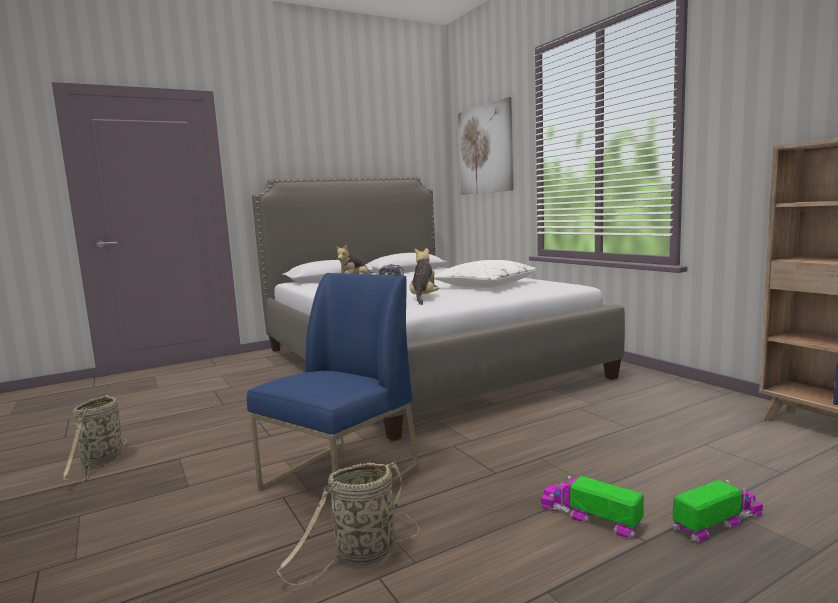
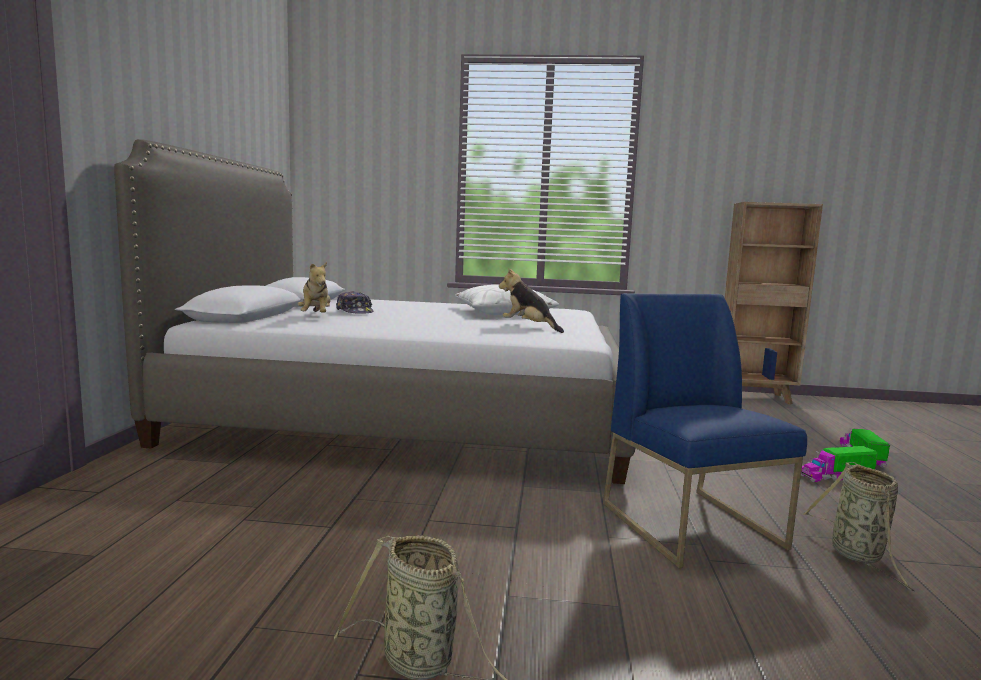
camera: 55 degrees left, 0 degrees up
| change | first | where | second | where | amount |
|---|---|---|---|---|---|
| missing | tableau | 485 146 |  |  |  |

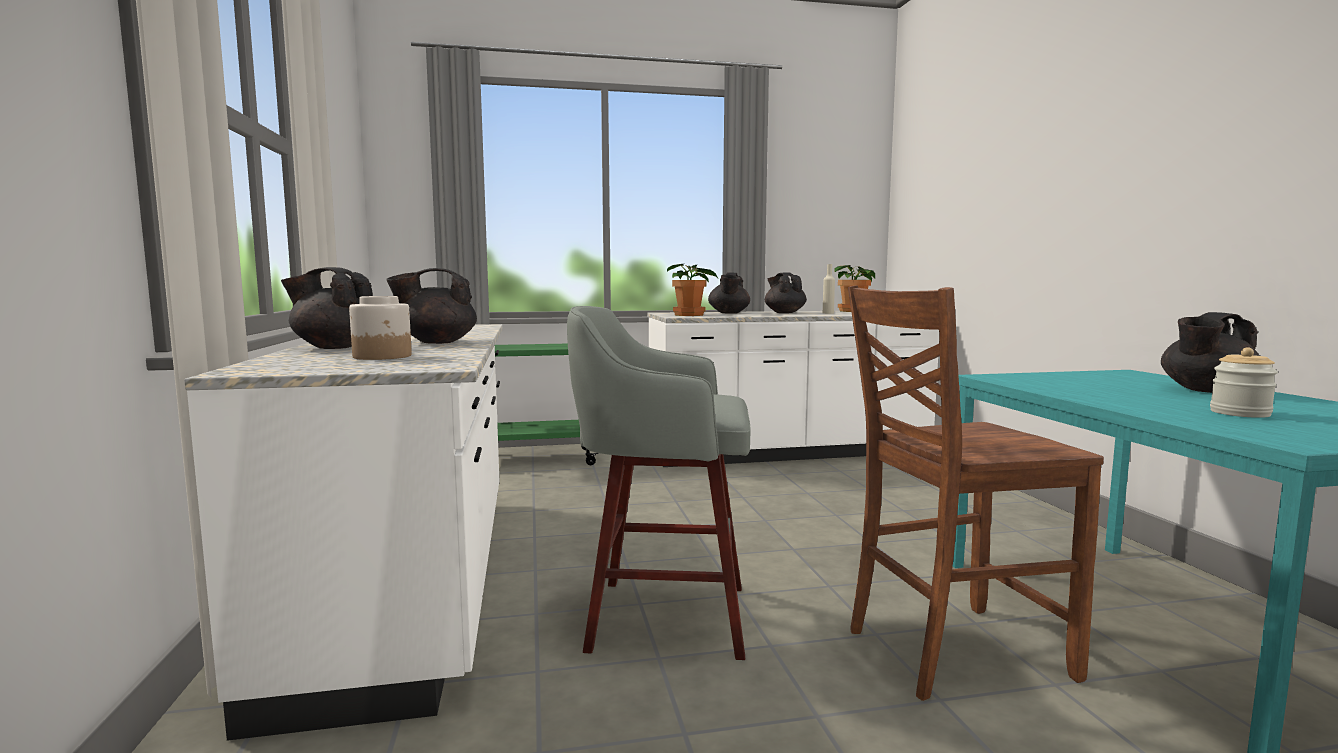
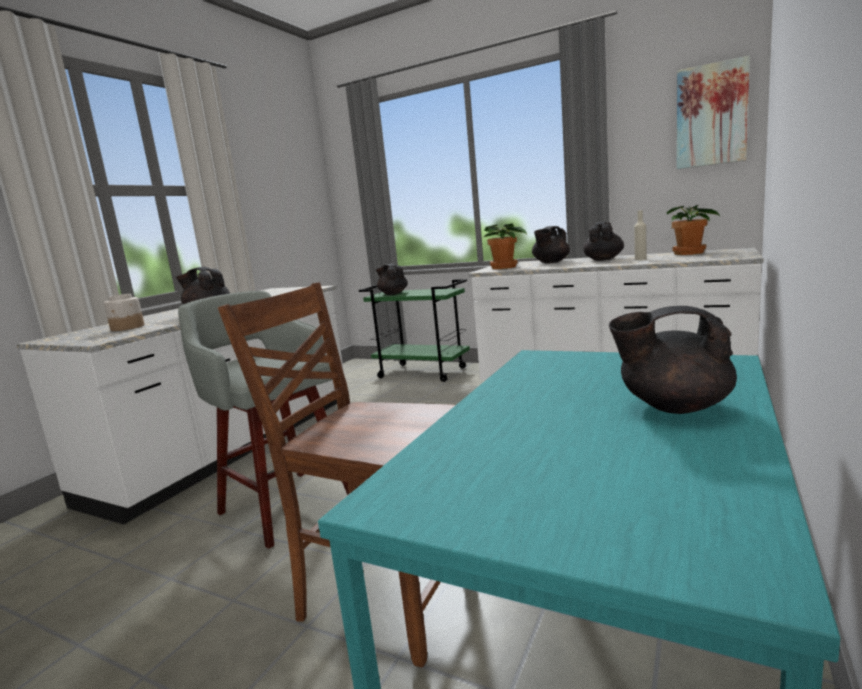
camera: 40 degrees right, 5 degrees up
| change | first | where | second | where | amount |
|---|---|---|---|---|---|
| missing | bocal | 1244 382 |  |  |  |
| appeared |  |  | tableau | 713 112 |  |
| relocated | théière/noir | 327 308 |  | 392 279 |  |

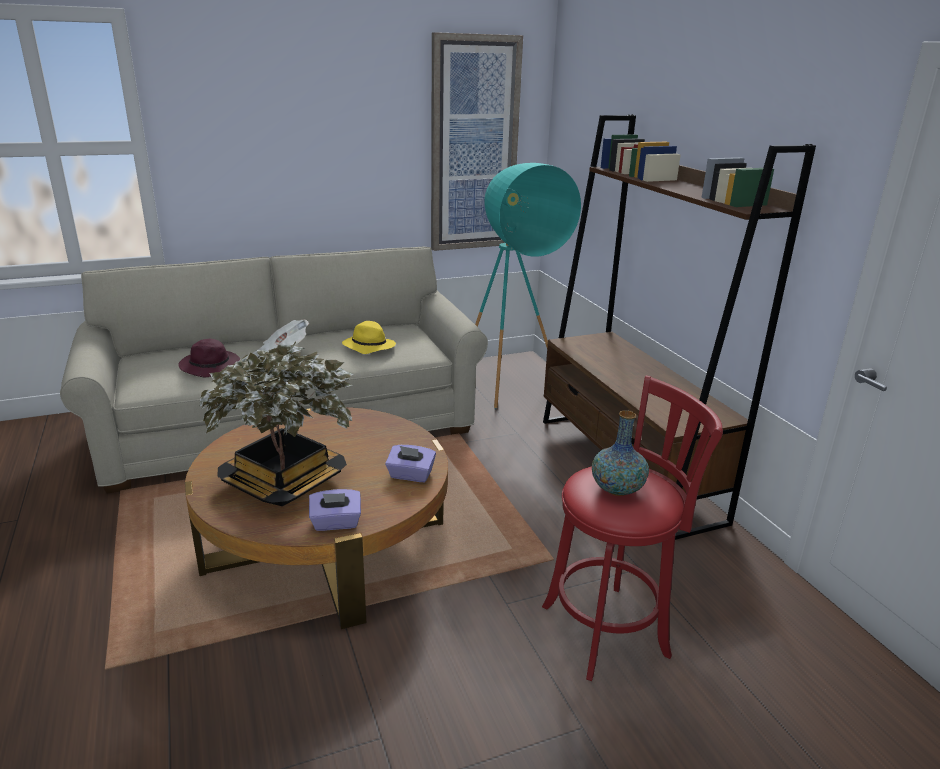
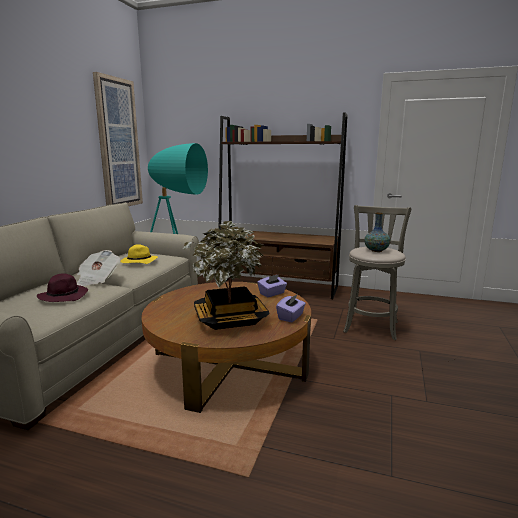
camera: 50 degrees left, 10 degrees down
| change | first | where | second | where | amount |
|---|---|---|---|---|---|
| colour | tabouret/rouge | 632 528 | tabouret/gris | 377 272 |  |

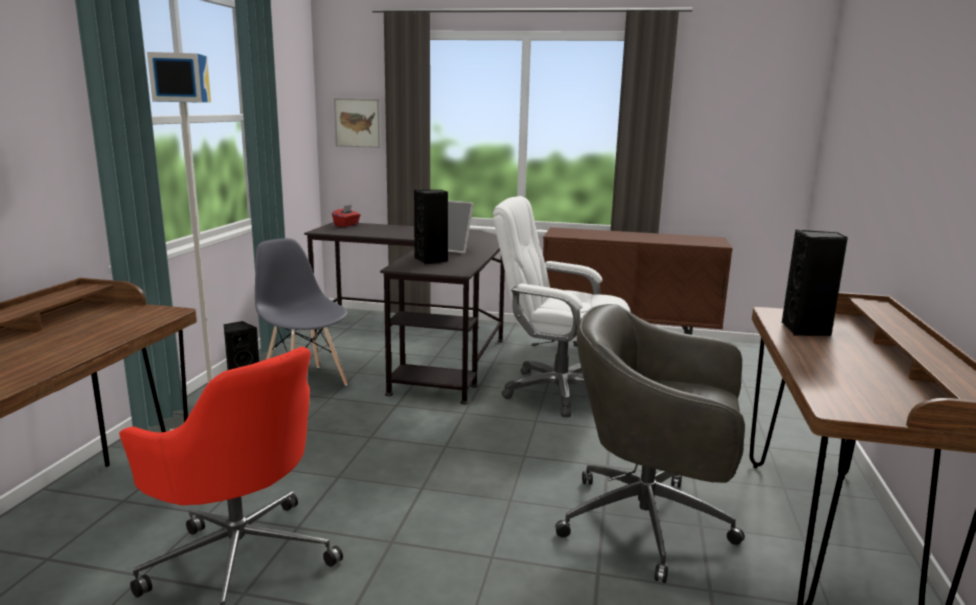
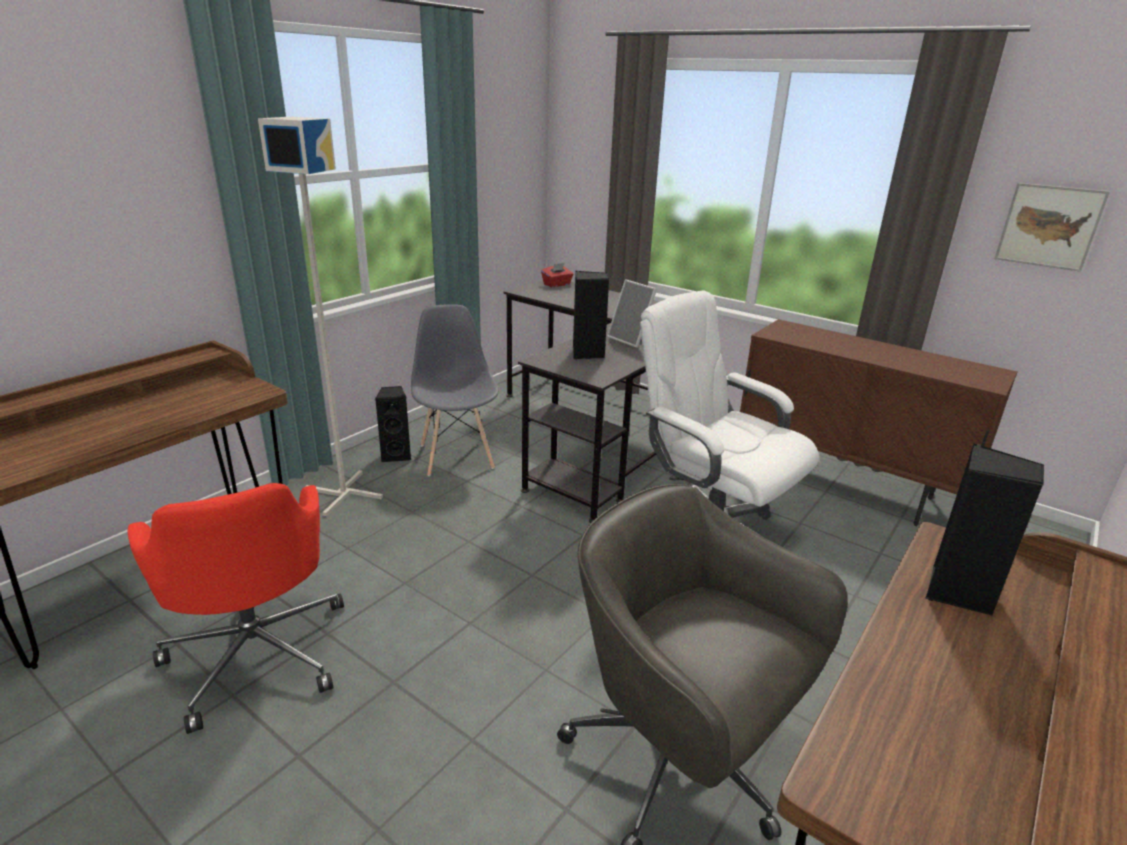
camera: 25 degrees right, 10 degrees up
| change | first | where | second | where | amount |
|---|---|---|---|---|---|
| relocated | tableau | 357 123 |  | 1052 227 |  |

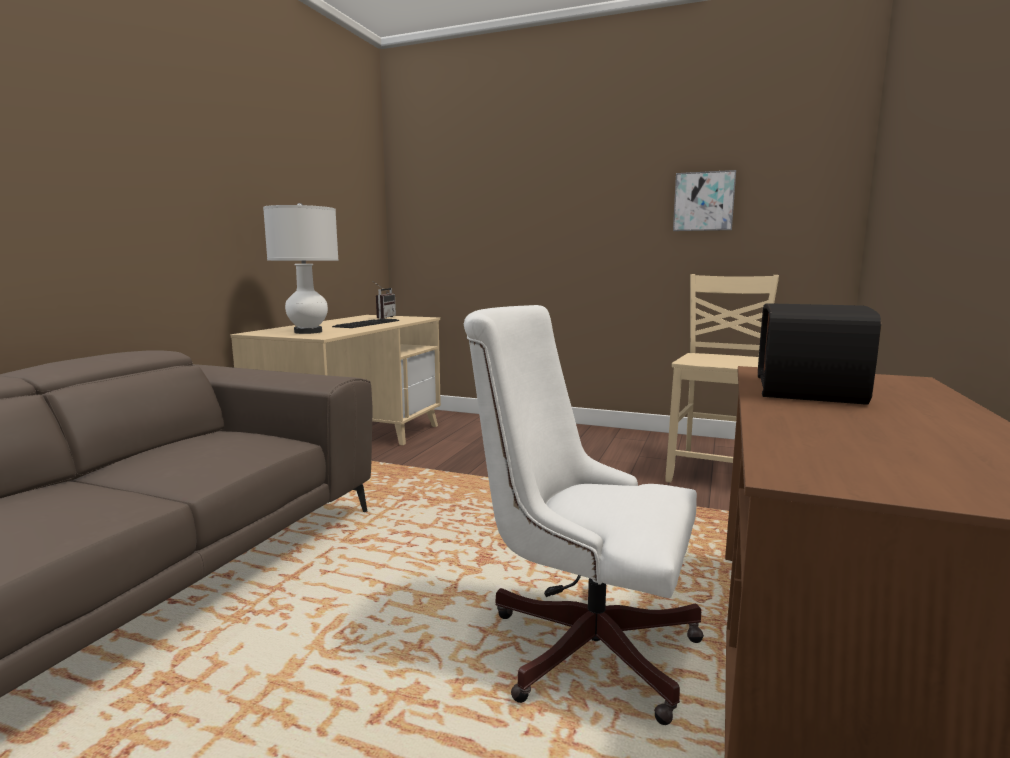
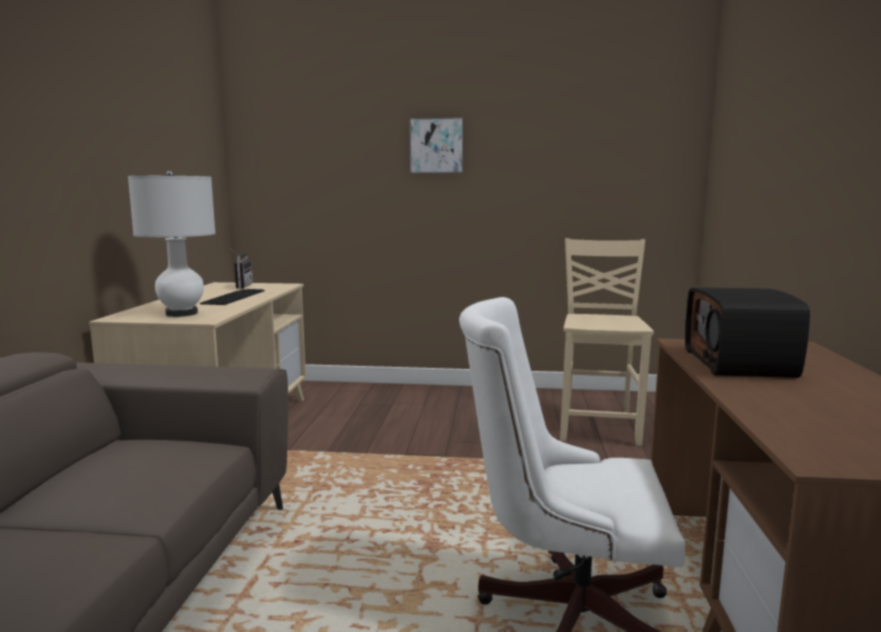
camera: 15 degrees left, 0 degrees up
| change | first | where | second | where | amount |
|---|---|---|---|---|---|
| relocated | tableau | 704 200 |  | 436 145 |  |

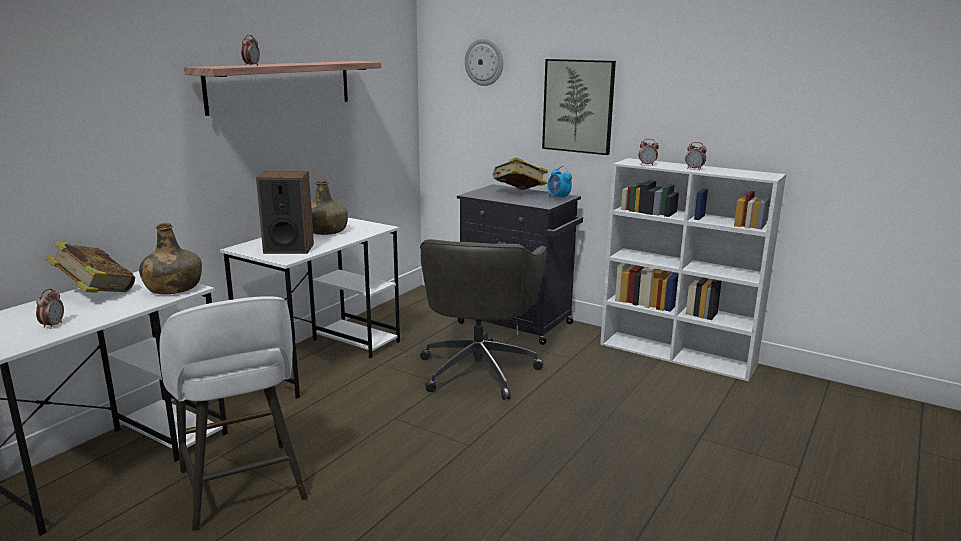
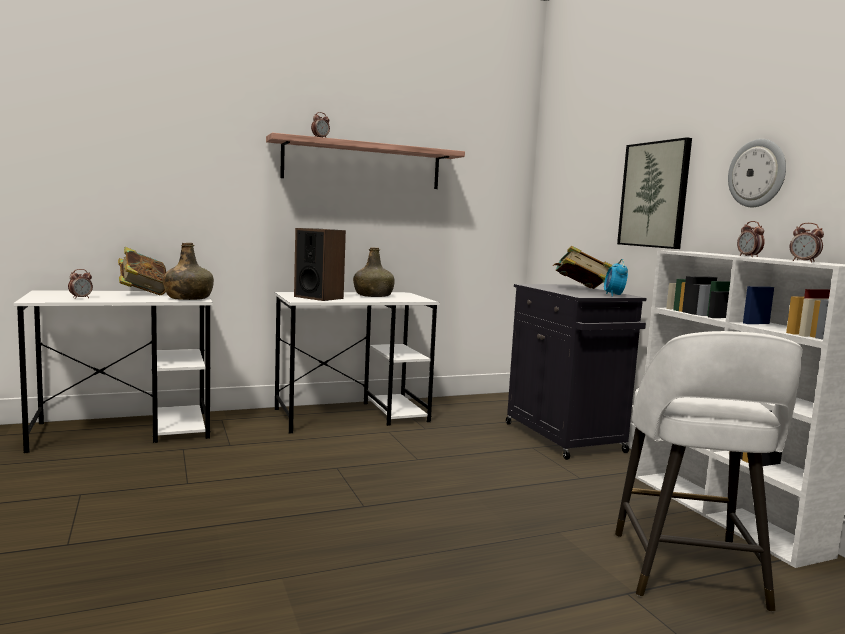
camera: 35 degrees right, 10 degrees down
| change | first | where | second | where | amount |
|---|---|---|---|---|---|
| missing | chaise de bureau/gris | 483 319 |  |  |  |
| relocated | tabouret/blanc | 233 414 |  | 709 471 |  |
| relocated | horloge murale | 484 62 |  | 757 173 |  |
| relocated | réveil | 649 152 |  | 806 243 |  |

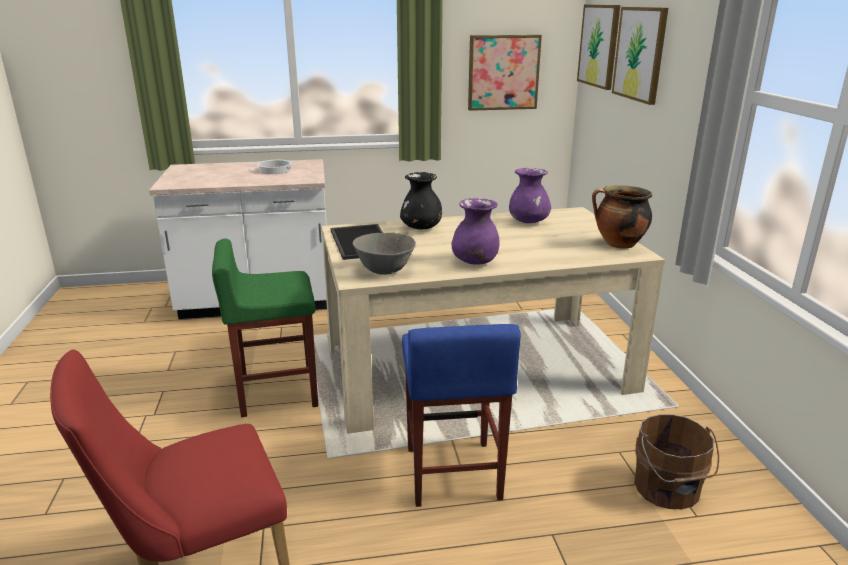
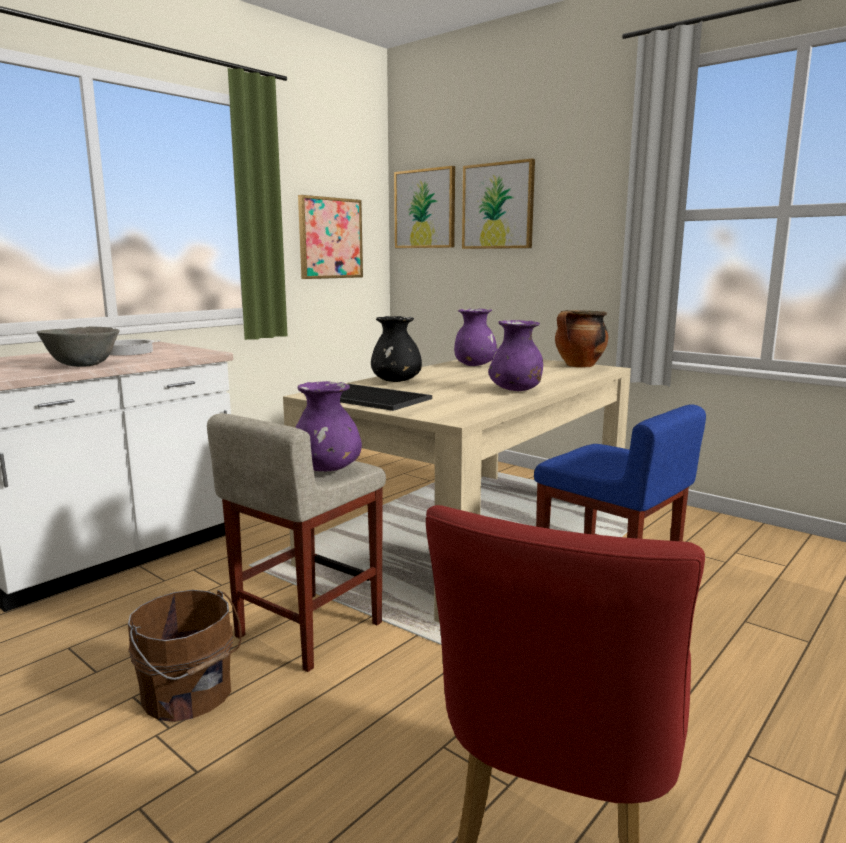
camera: 40 degrees left, 10 degrees down
| change | first | where | second | where | amount |
|---|---|---|---|---|---|
| appeared |  |  | vase/violet | 328 426 |  |
| relocated | bol/gris | 384 254 |  | 78 346 |  |
| relocated | seau/marron | 676 462 |  | 185 656 |  |
| colour | tabouret/vert | 265 328 | tabouret/beige | 296 542 |  |

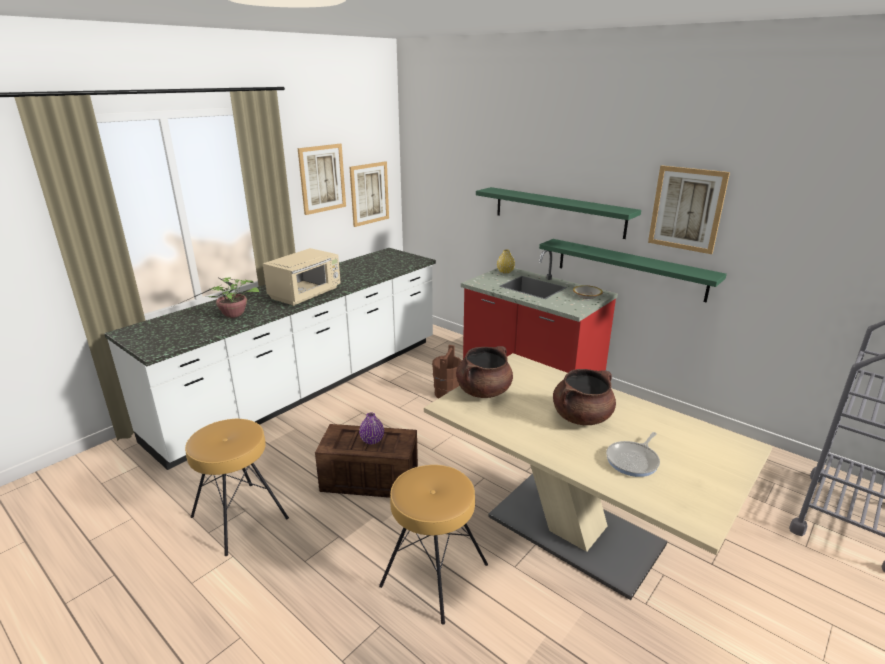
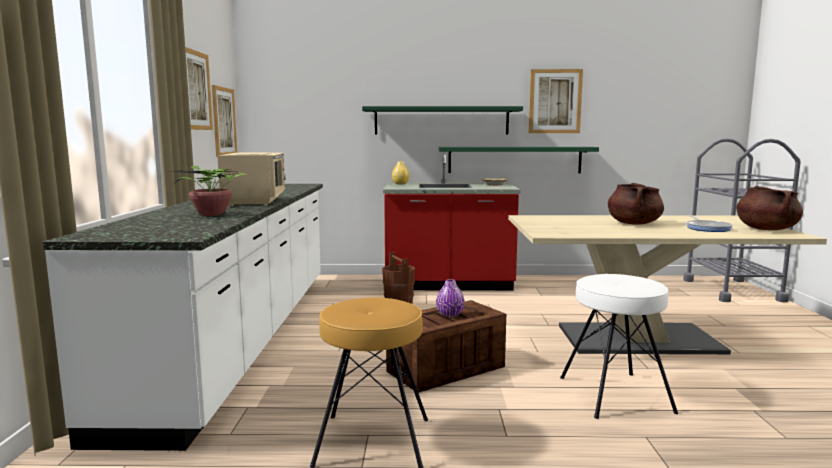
camera: 40 degrees left, 15 degrees down
| change | first | where | second | where | amount |
|---|---|---|---|---|---|
| relocated | marmite/marron | 484 372 |  | 769 208 |  |
| colour | tabouret/marron | 433 545 | tabouret/blanc | 619 346 |  |

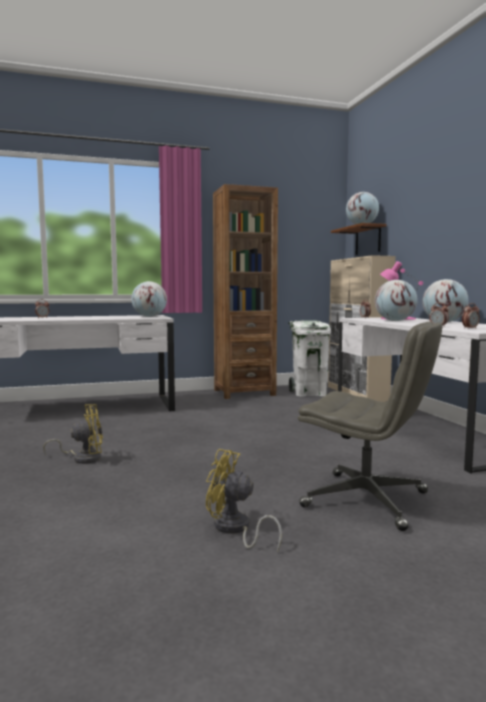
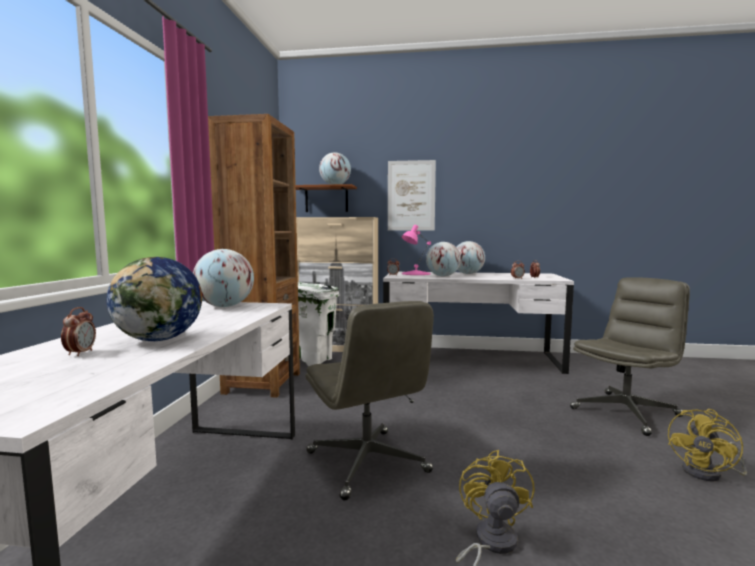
camera: 65 degrees left, 0 degrees up
| change | first | where | second | where | amount |
|---|---|---|---|---|---|
| appeared |  |  | globe | 154 299 |  |
| appeared |  |  | chaise de bureau/gris | 370 400 |  |
| appeared |  |  | tableau | 412 195 |  |

